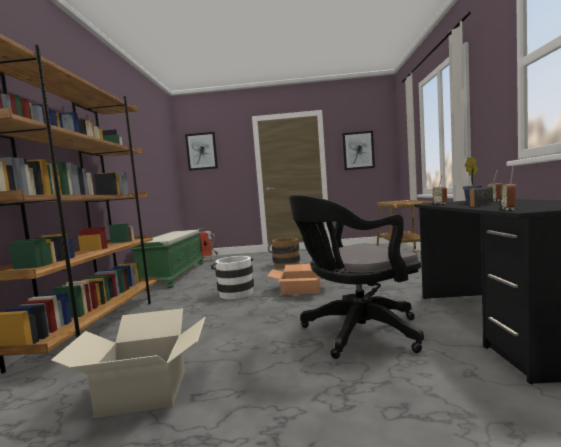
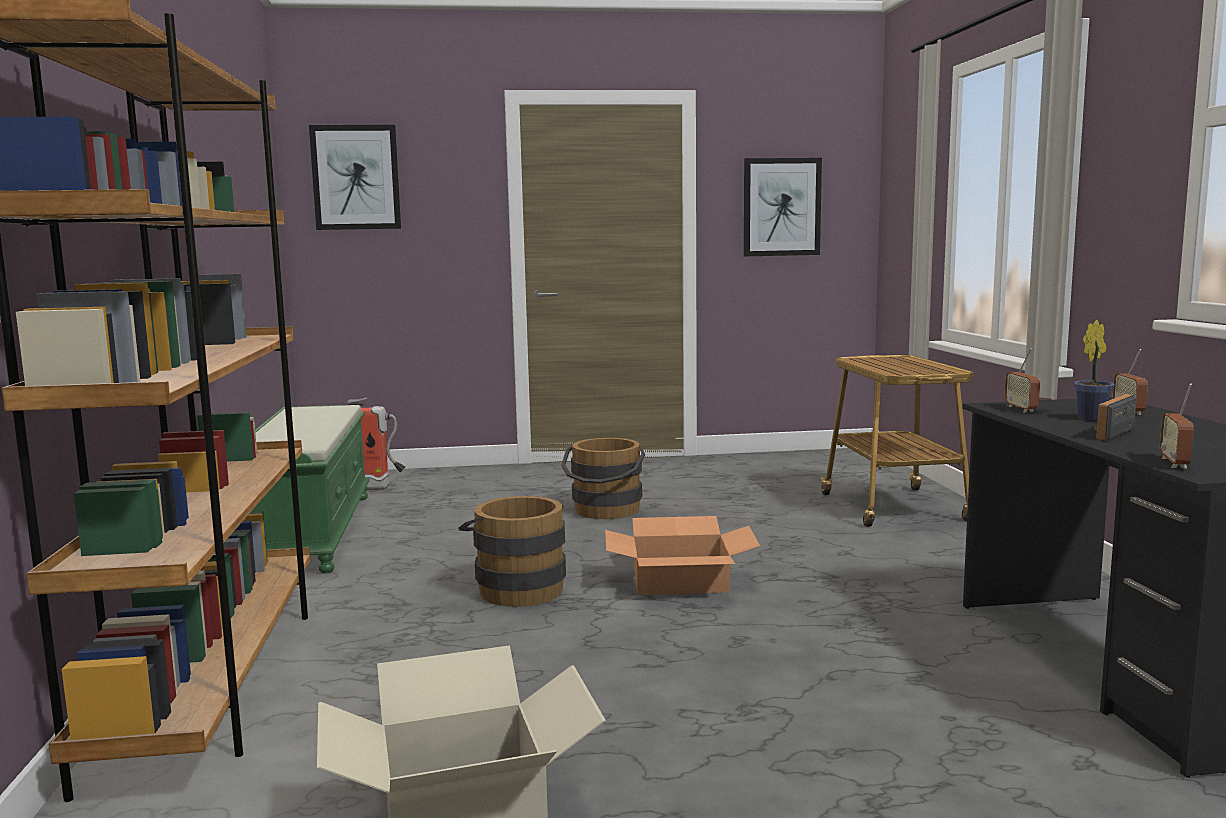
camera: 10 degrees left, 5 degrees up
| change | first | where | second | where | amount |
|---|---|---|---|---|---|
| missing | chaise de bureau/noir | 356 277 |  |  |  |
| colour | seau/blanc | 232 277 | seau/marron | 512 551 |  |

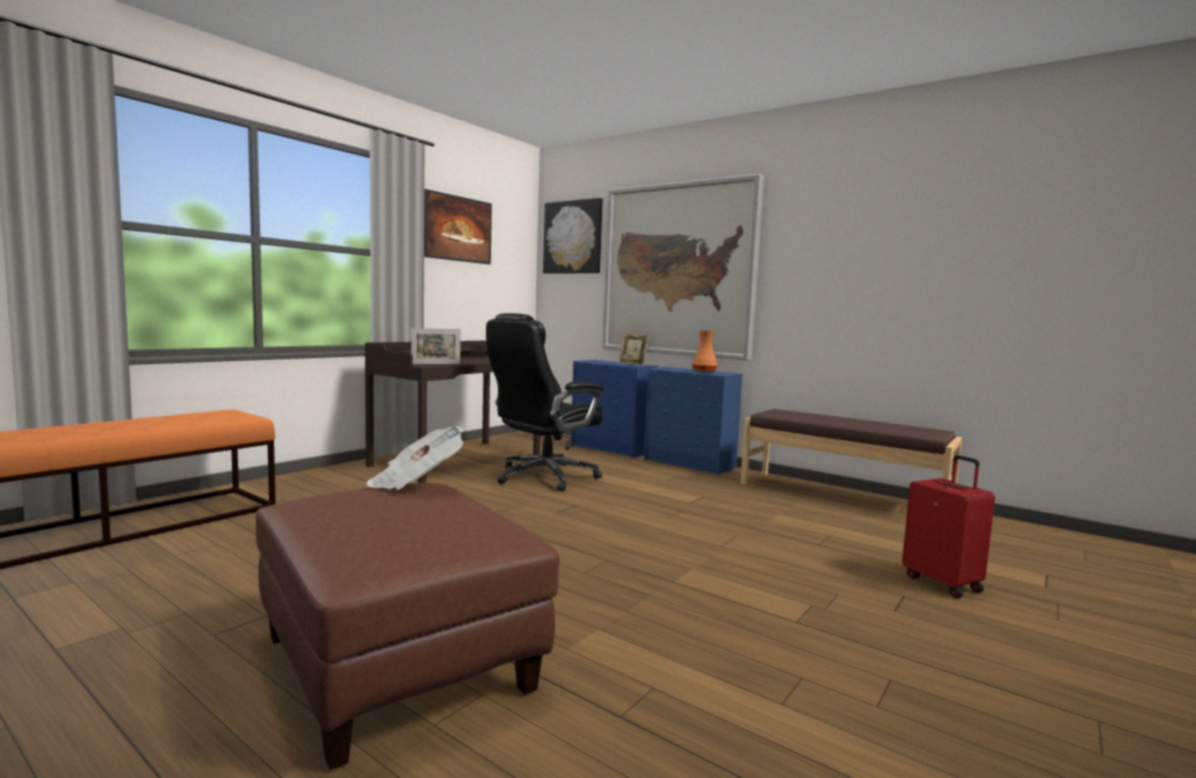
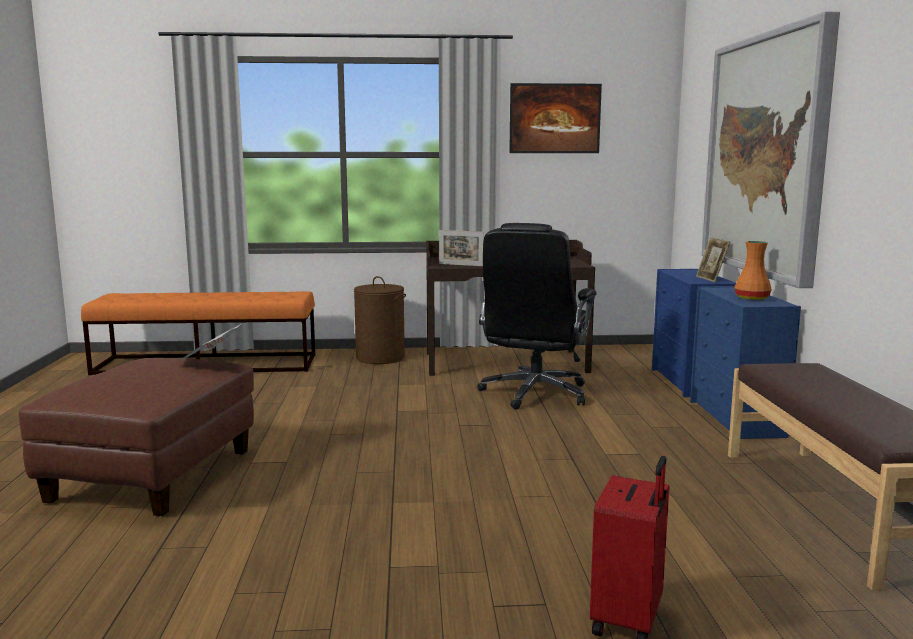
camera: 50 degrees right, 5 degrees up
| change | first | where | second | where | amount |
|---|---|---|---|---|---|
| missing | tableau | 573 236 |  |  |  |
| appeared |  |  | panier à linge/marron | 380 320 |  |
| spun | chaise de bureau/noir | 545 402 |  | 537 316 | 75 degrees counterclockwise |

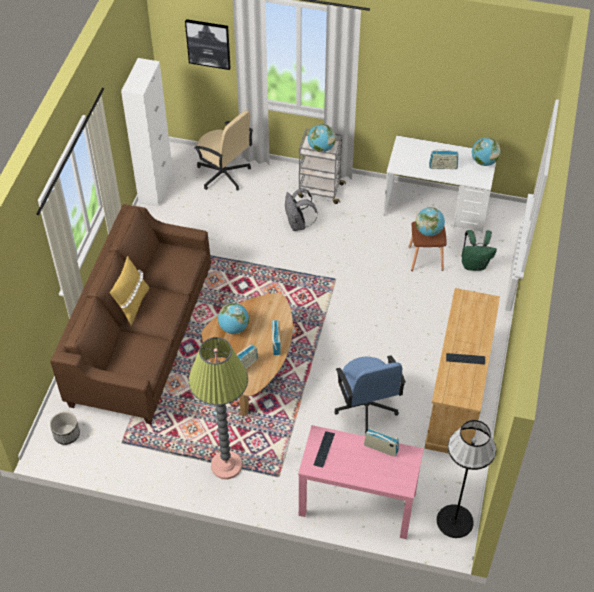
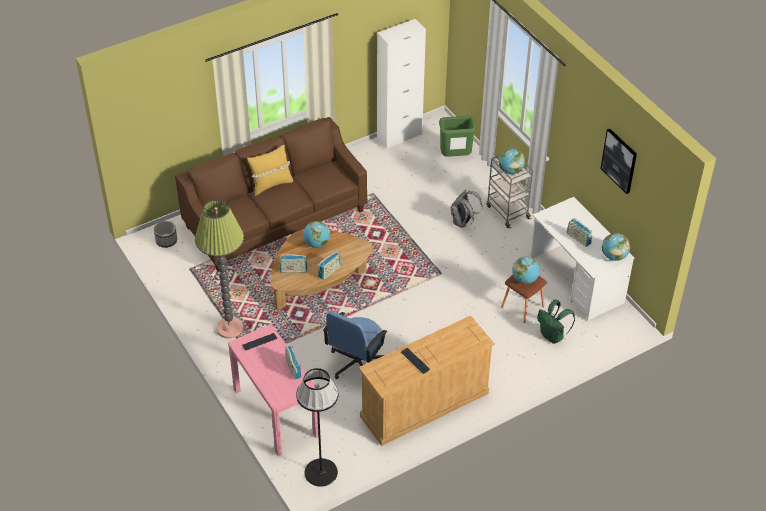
camera: 45 degrees right, 5 degrees down
| change | first | where | second | where | amount |
|---|---|---|---|---|---|
| relocated | tableau | 208 44 |  | 618 161 |  |
| exchanged | chaise de bureau/beige | 223 150 | poubelle/vert | 457 136 |  |

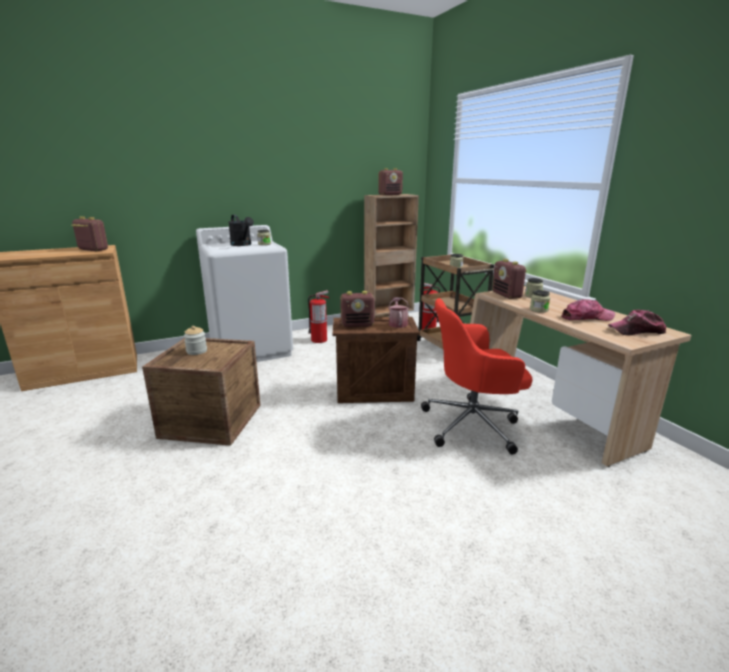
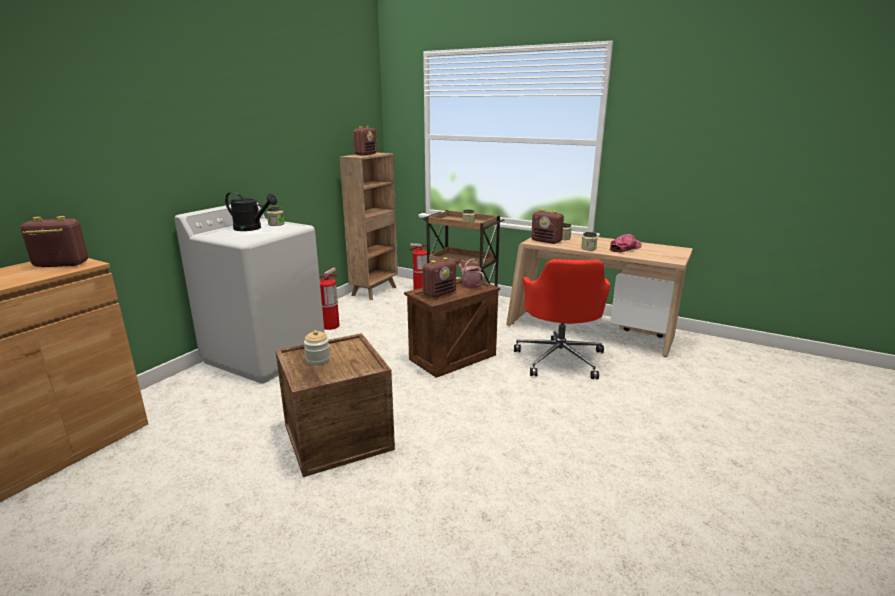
camera: 35 degrees left, 0 degrees up
| change | first | where | second | where | amount |
|---|---|---|---|---|---|
| missing | casquette | 637 322 |  |  |  |
| spun | chaise de bureau/rouge | 476 376 |  | 562 319 | 45 degrees counterclockwise |

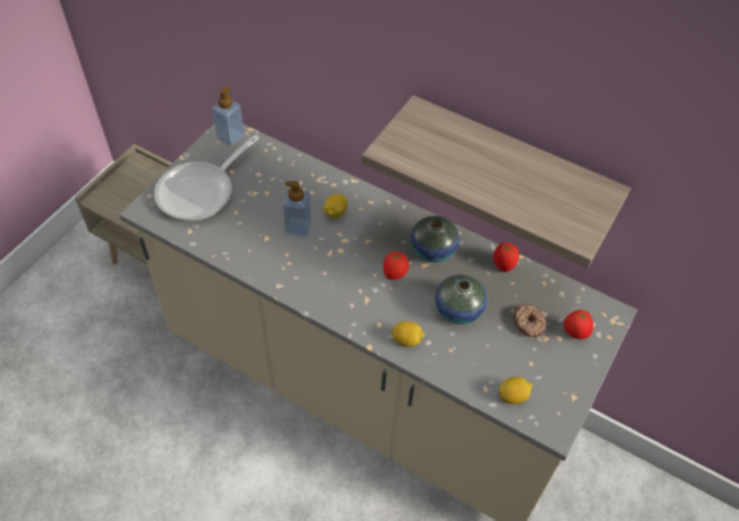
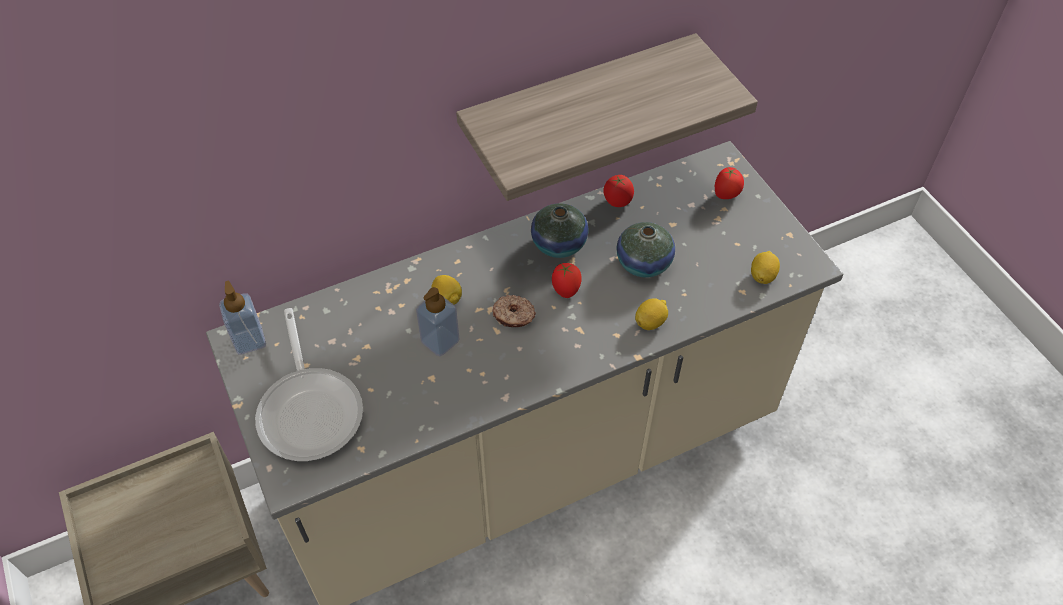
camera: 55 degrees left, 0 degrees up
| change | first | where | second | where | amount |
|---|---|---|---|---|---|
| relocated | beignet | 530 320 |  | 514 311 |  |

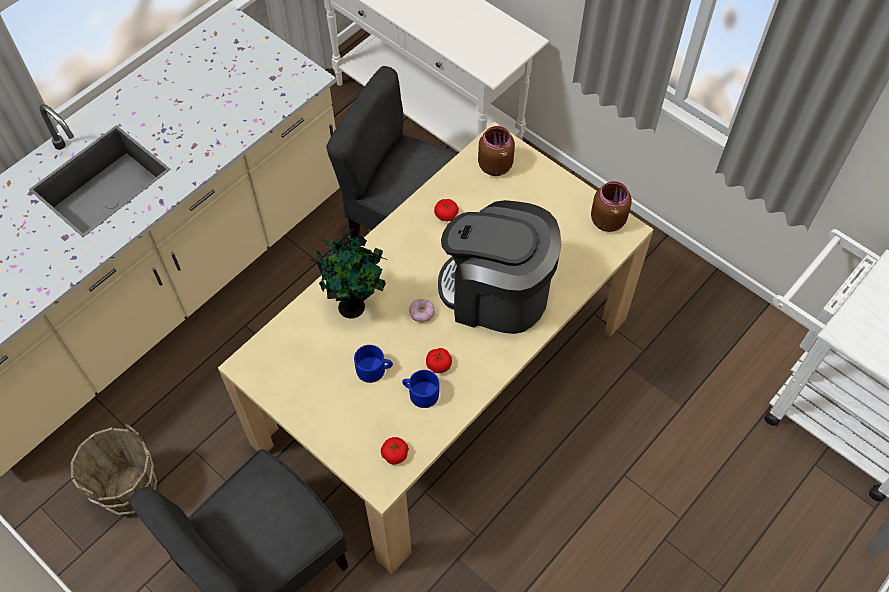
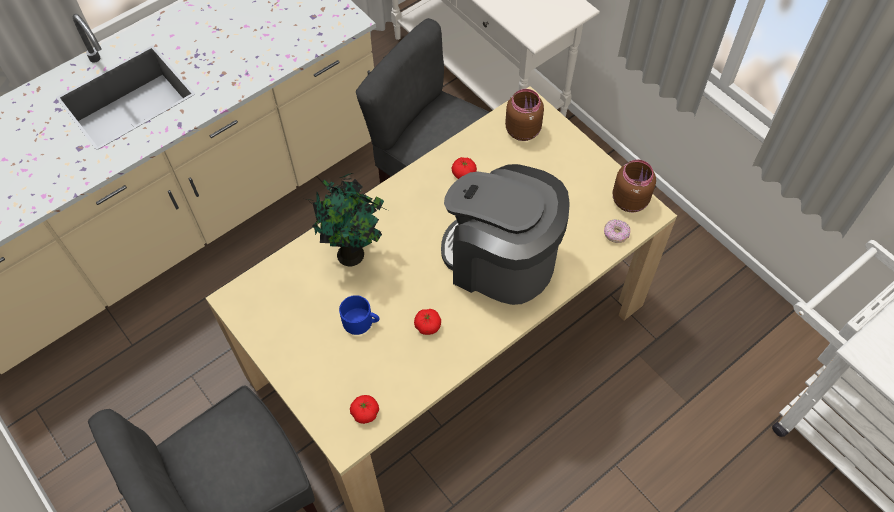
camera: 10 degrees right, 0 degrees up
| change | first | where | second | where | amount |
|---|---|---|---|---|---|
| missing | seau/marron | 114 469 |  |  |  |
| missing | mug/bleu | 420 389 |  |  |  |
| relocated | beignet | 422 311 |  | 617 231 |  |

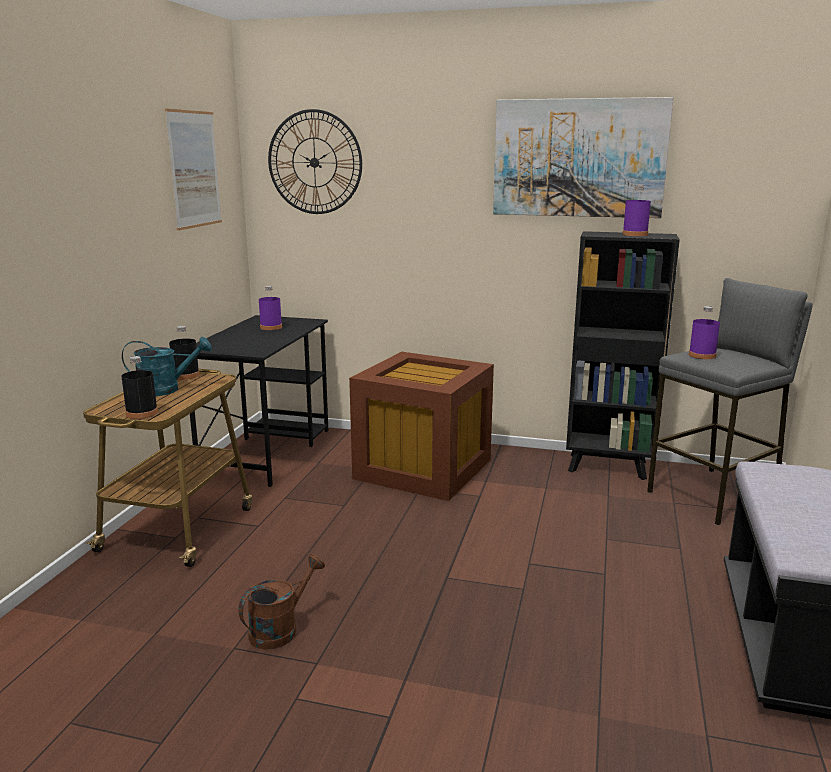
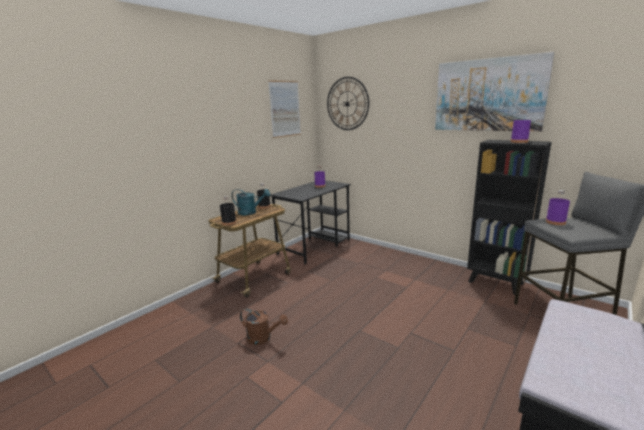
camera: 25 degrees right, 0 degrees up
| change | first | where | second | where | amount |
|---|---|---|---|---|---|
| missing | boîte de rangement/marron | 421 426 |  |  |  |
| spun | arrosoir/marron | 282 602 |  | 264 326 | 45 degrees clockwise |

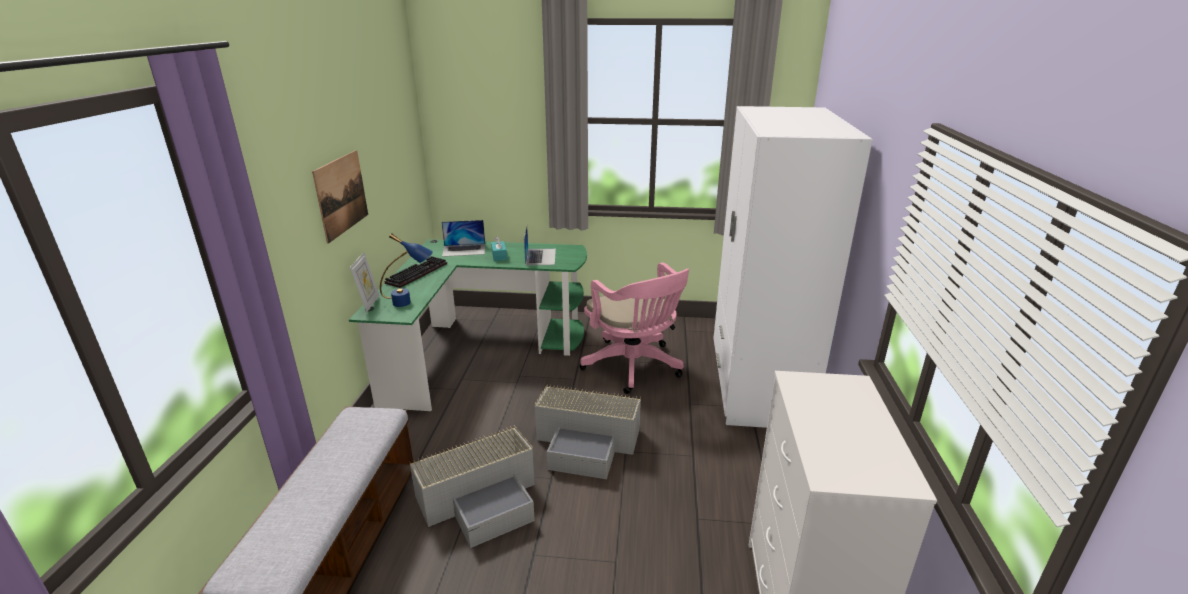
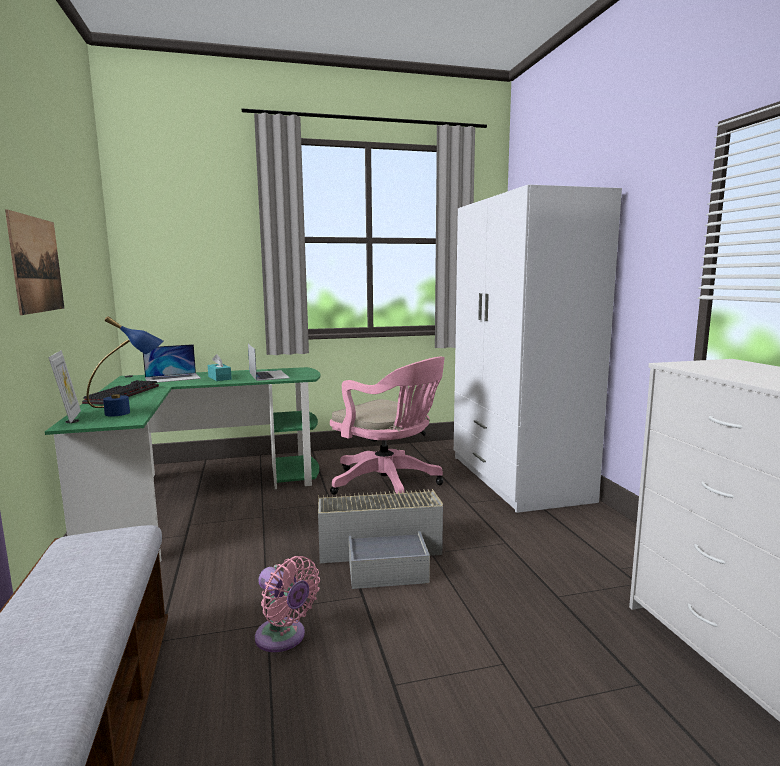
camera: 20 degrees left, 15 degrees down
| change | first | where | second | where | amount |
|---|---|---|---|---|---|
| exchanged | boîte de rangement/gris | 472 487 | ventilateur/rose | 287 604 |  |

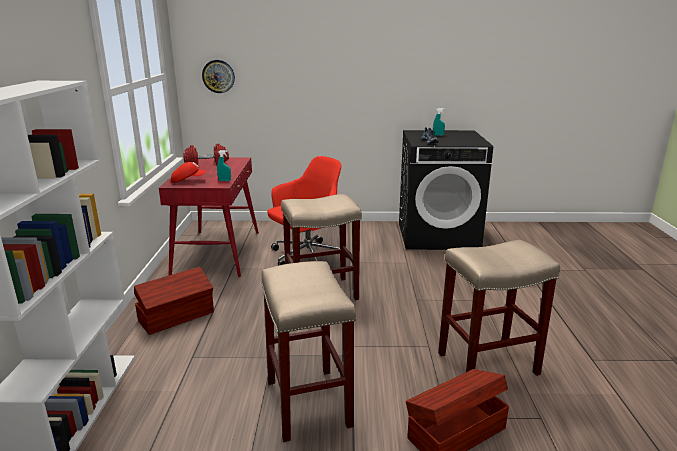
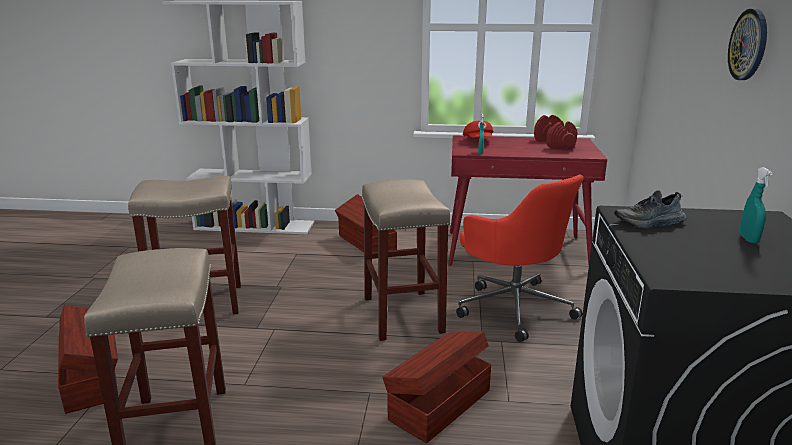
camera: 95 degrees right, 0 degrees up
| change | first | where | second | where | amount |
|---|---|---|---|---|---|
| appeared |  |  | boîte de rangement/marron | 436 387 |  |
| relocated | horloge murale | 218 76 |  | 747 44 |  |

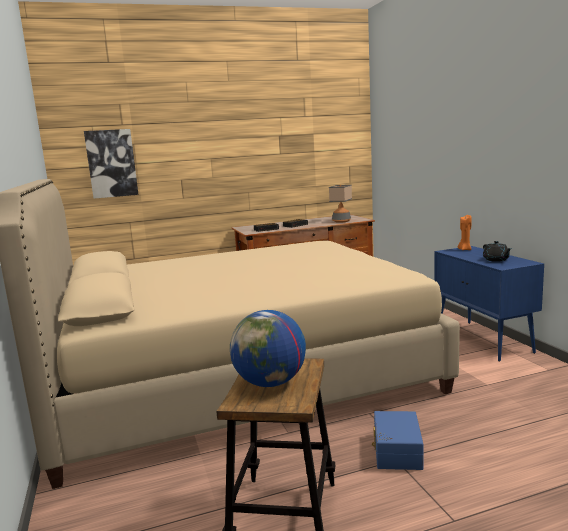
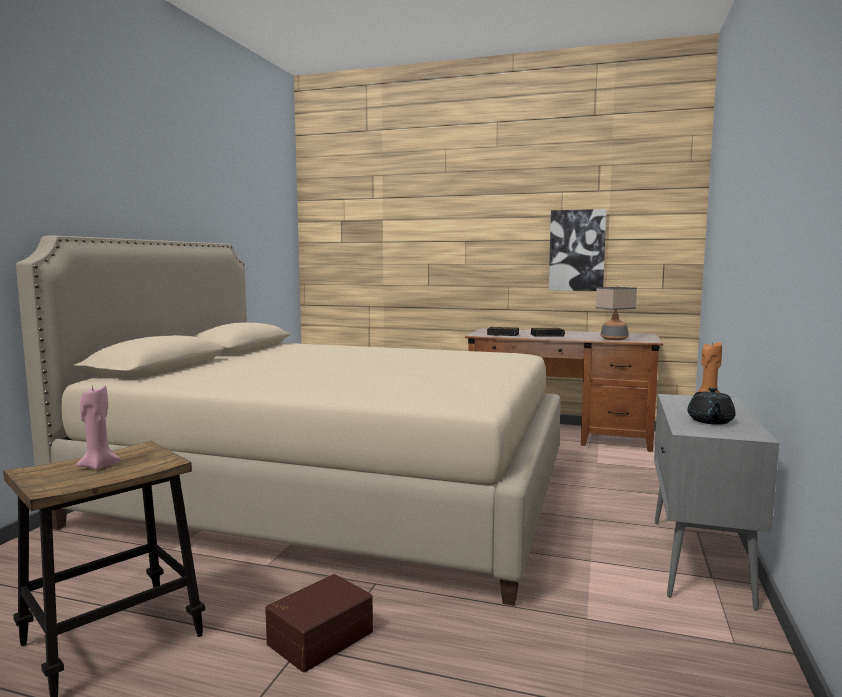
camera: 35 degrees right, 5 degrees down
| change | first | where | second | where | amount |
|---|---|---|---|---|---|
| relocated | tableau | 111 164 |  | 578 250 |  |
| exchanged | globe | 268 348 | bougie/rose | 98 427 |  |
| colour | boîte de rangement/bleu | 397 440 | boîte de rangement/marron | 319 623 |  |
| colour | meuble de rangement/bleu | 489 304 | meuble de rangement/gris | 716 502 |  |

